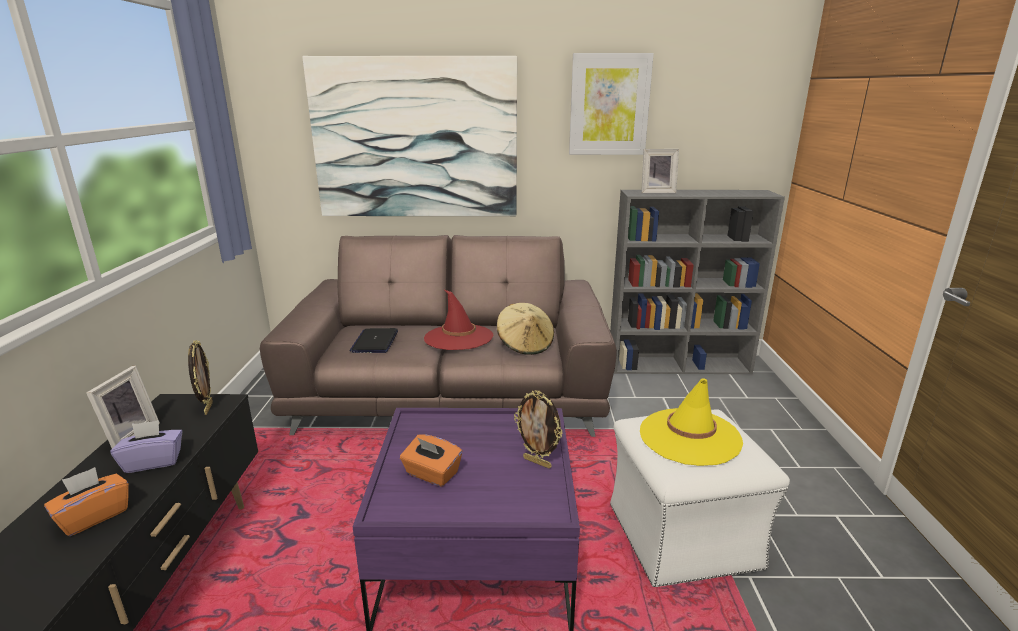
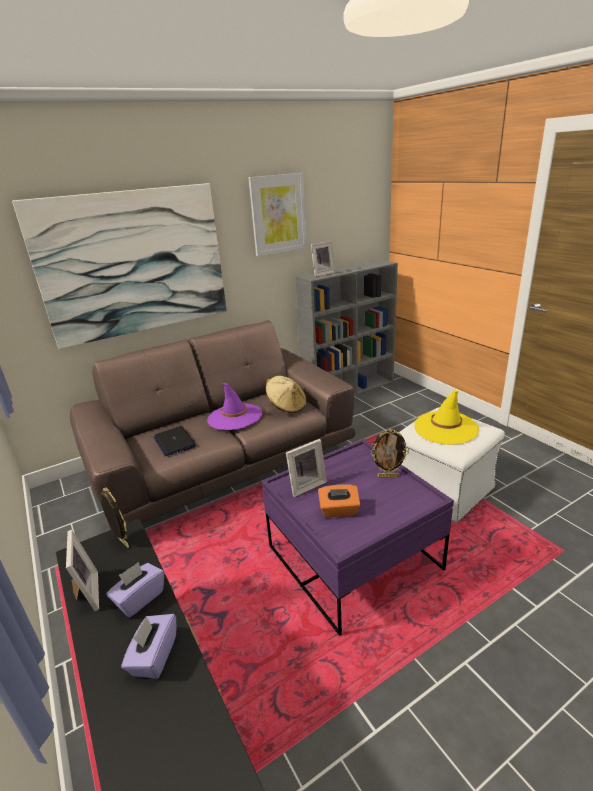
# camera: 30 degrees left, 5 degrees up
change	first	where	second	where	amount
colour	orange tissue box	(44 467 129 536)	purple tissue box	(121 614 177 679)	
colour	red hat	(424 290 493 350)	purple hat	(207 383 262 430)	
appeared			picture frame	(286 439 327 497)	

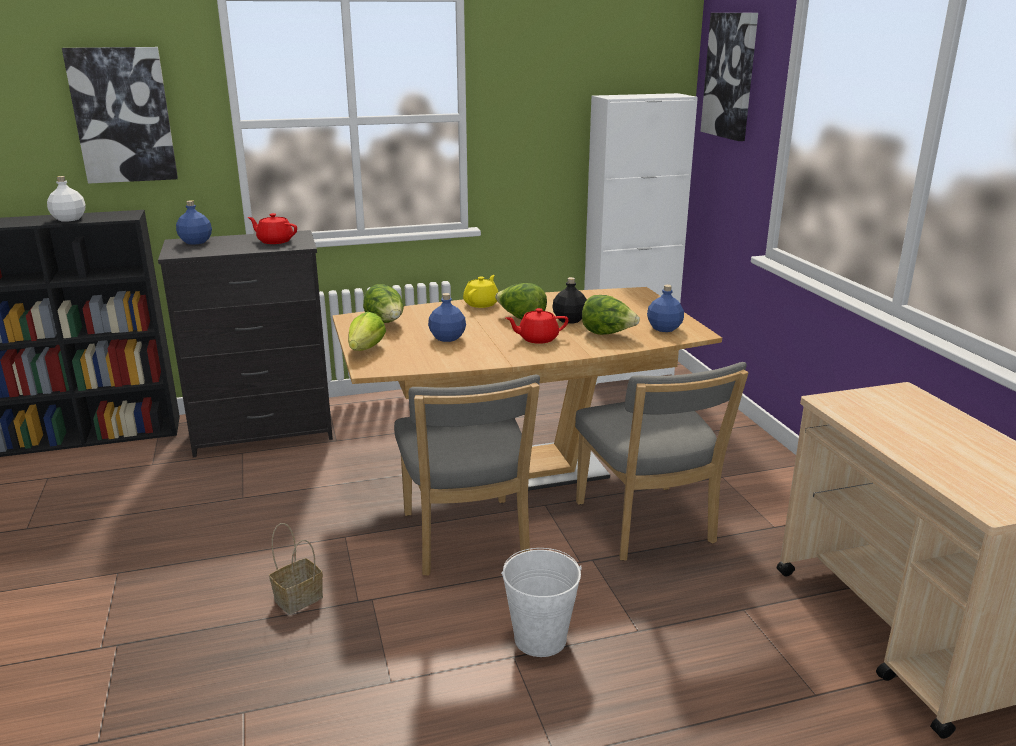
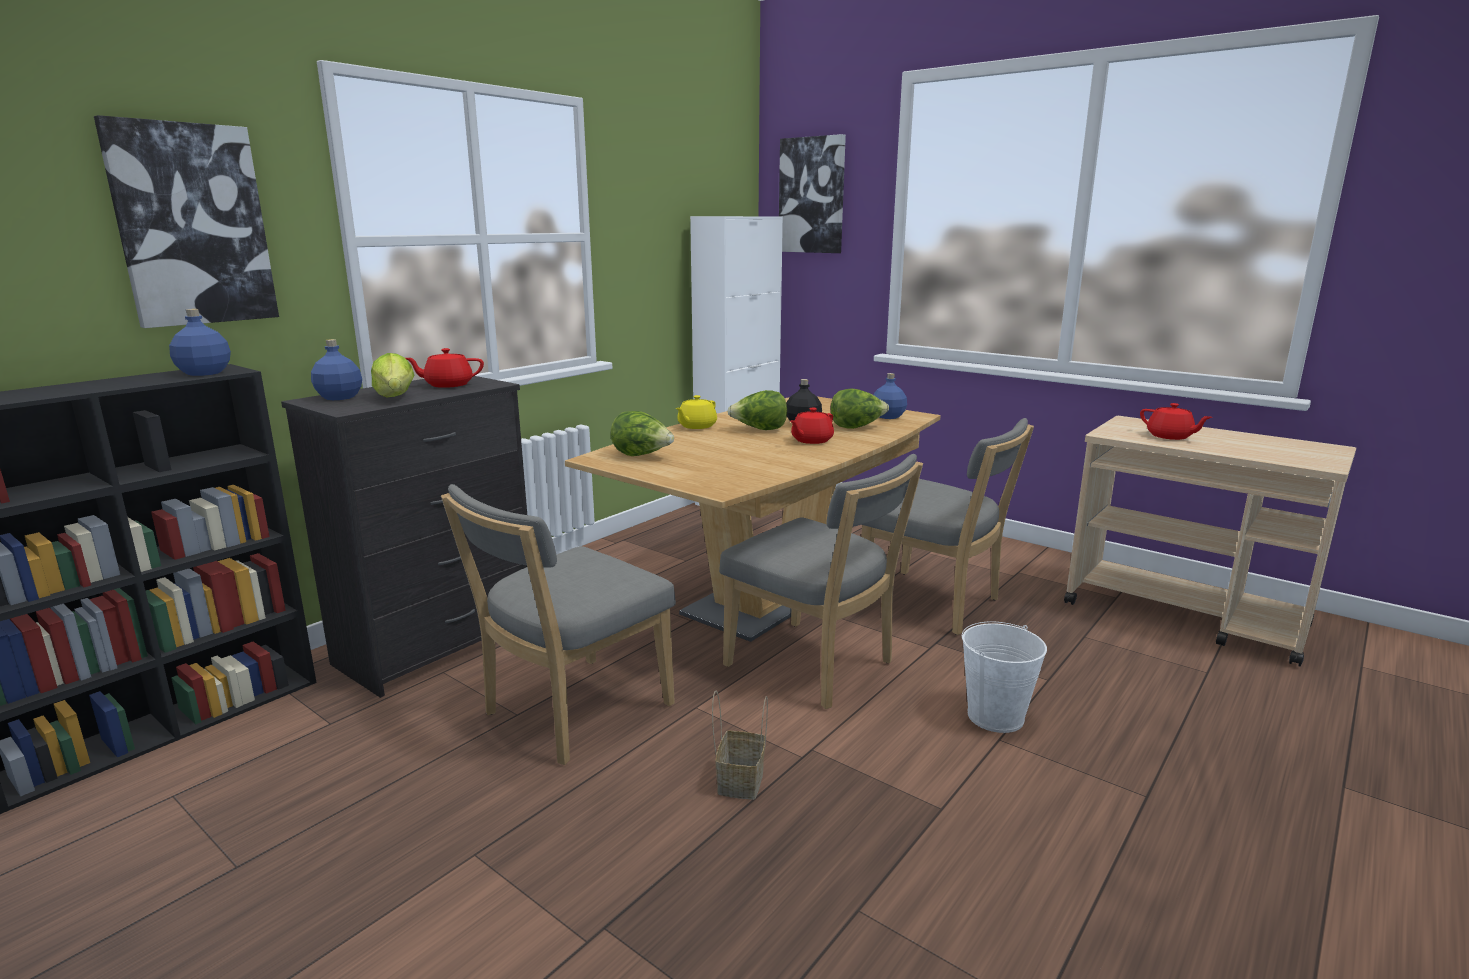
# camera: 35 degrees left, 5 degrees down
change	first	where	second	where	amount
missing	white bottle	(47 176 86 222)			
relocated	lettuce	(348 312 386 351)		(371 353 414 398)	
relocated	blue bottle	(428 293 466 342)		(169 309 231 376)	
spun	yellow teapot	(463 275 498 308)		(676 395 717 429)	135 degrees counterclockwise
appeared			grey chair	(441 484 676 765)	
appeared			red teapot	(1140 403 1212 440)	

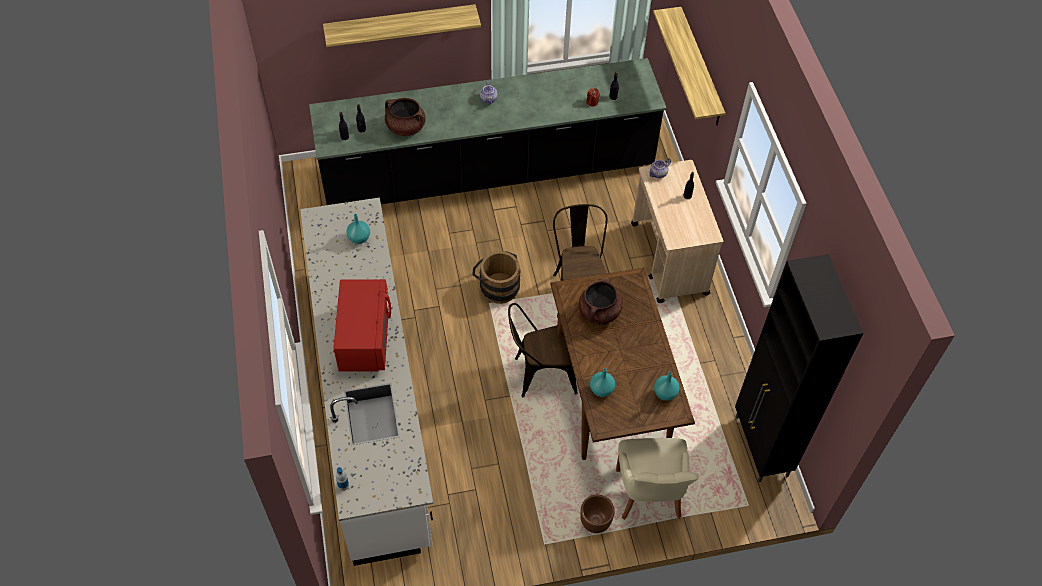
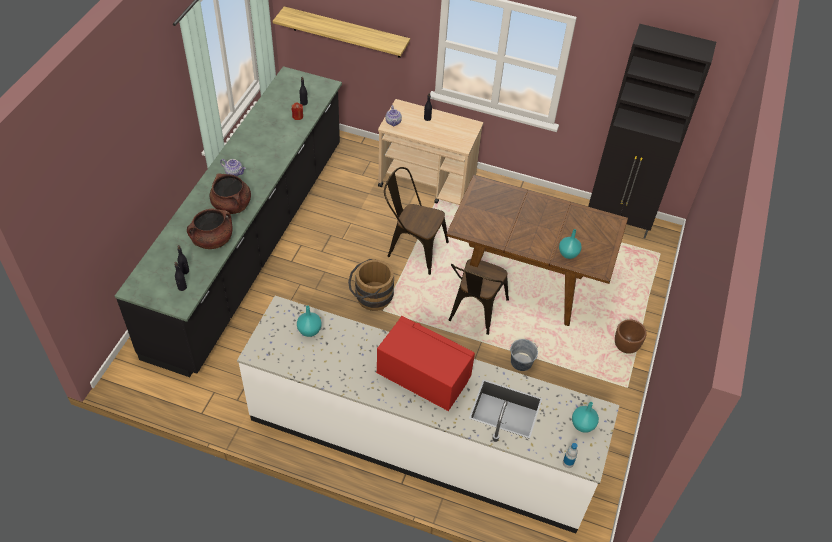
# camera: 60 degrees left, 5 degrees down
change	first	where	second	where	amount
missing	shelf	(323 4 481 47)			
relocated	brown cooking pot	(579 278 623 325)		(210 173 251 214)	
missing	beige chair	(616 438 698 520)			
relocated	turquoise vase	(654 372 680 401)		(572 402 599 433)	
appeared			grey bucket	(510 339 538 371)	

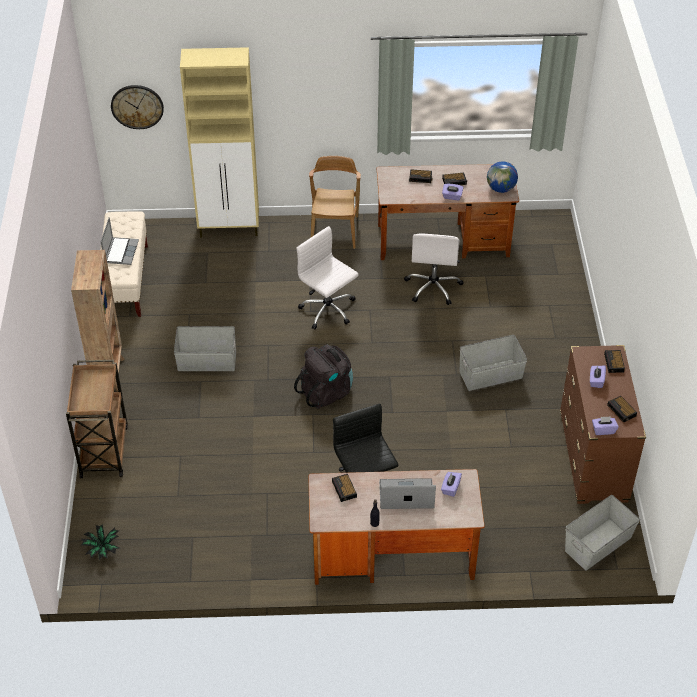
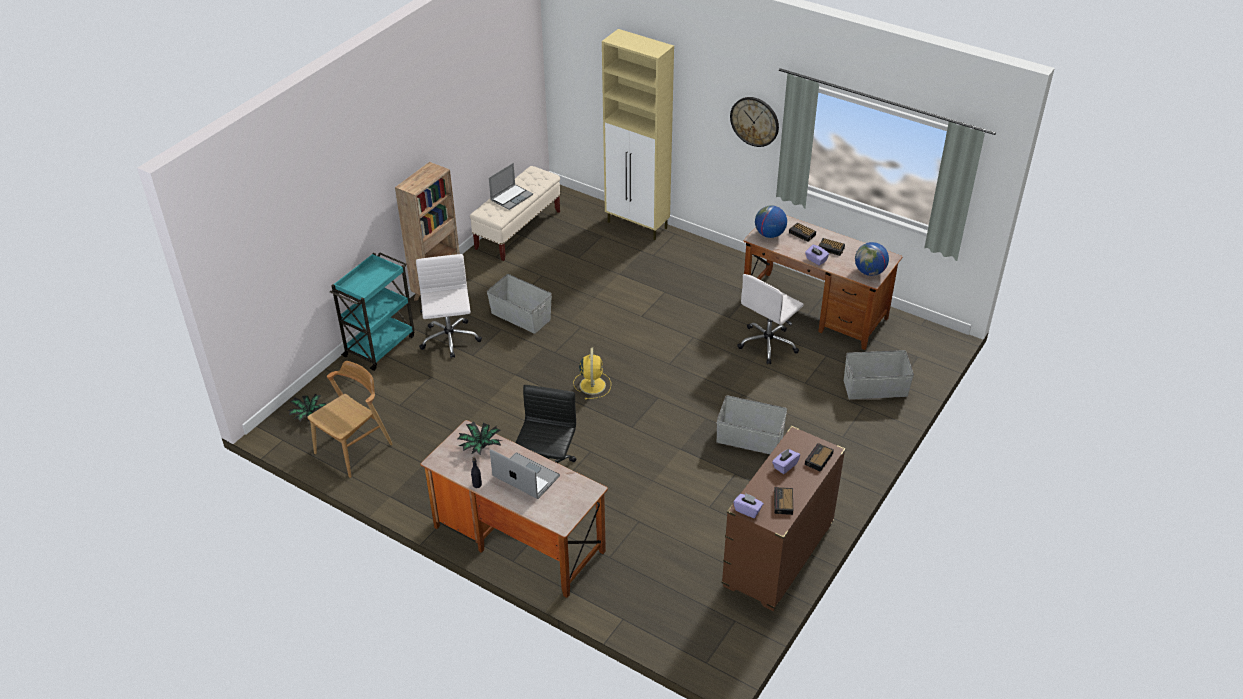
# camera: 35 degrees right, 5 degrees down
change	first	where	second	where	amount
colour	brown cart	(66 360 128 478)	turquoise cart	(330 252 415 371)	
relocated	wall clock	(111 85 164 129)		(730 97 779 147)	
exchanged	black backpack	(294 345 353 409)	yellow fan	(573 348 611 400)	
relocated	white office chair	(296 226 359 329)		(416 254 482 358)	
relocated	brown chair	(309 156 361 249)		(307 361 393 478)	
exchanged	alarm clock	(332 474 357 502)	potted plant	(458 421 503 455)	
missing	purple tissue box	(441 472 462 497)			
relocated	grey storage box	(565 495 640 571)		(844 350 914 399)	
appeared			globe	(755 205 787 238)	

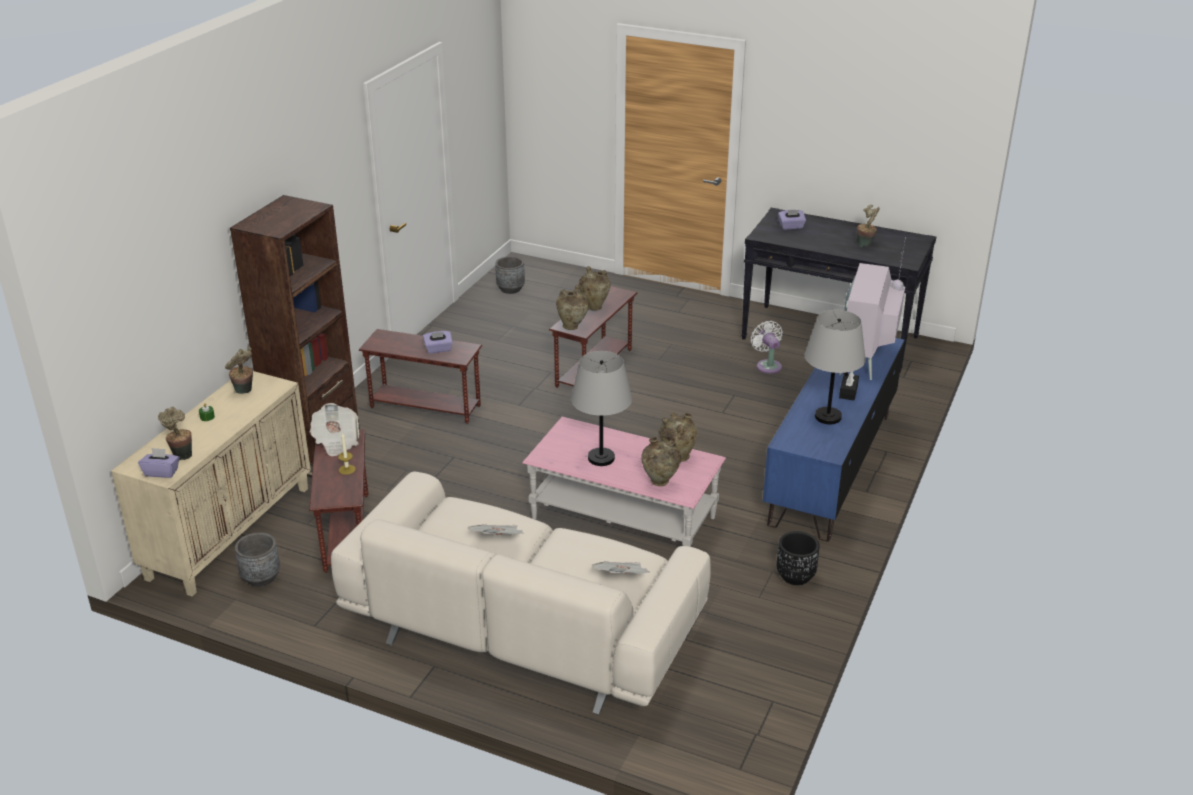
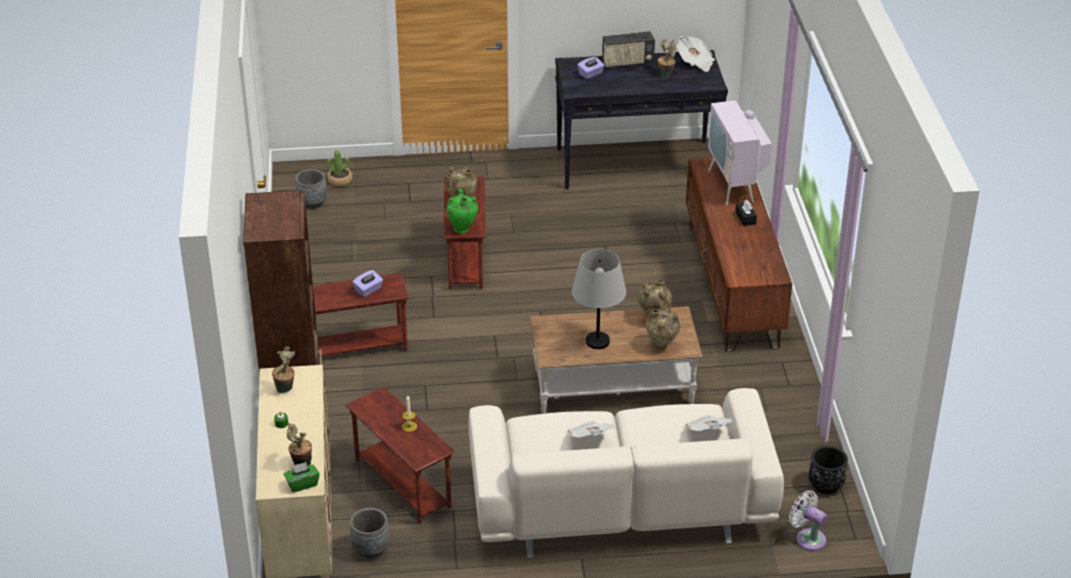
# camera: 30 degrees left, 5 degrees up
change	first	where	second	where	amount
colour	purple tissue box	(138 448 179 478)	green tissue box	(284 462 320 492)	
relocated	newspaper	(310 403 359 456)		(677 36 715 72)	
colour	pink coffee table	(522 417 726 547)	brown coffee table	(530 306 703 414)	
colour	beige vase	(556 285 589 330)	green vase	(446 189 478 233)	
relocated	white fan	(751 321 783 374)		(789 490 827 551)	
colour	blue tv stand	(763 338 905 541)	brown tv stand	(686 158 792 352)	
relocated	black planter	(776 531 820 585)		(809 445 848 494)	
missing	grey table lamp	(805 310 866 424)			
appeared			potted plant	(327 150 352 187)	
appeared			radio	(602 31 655 68)	

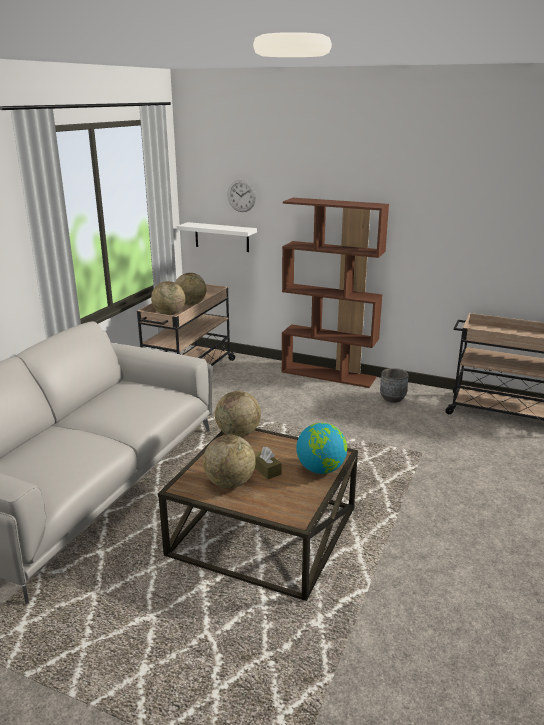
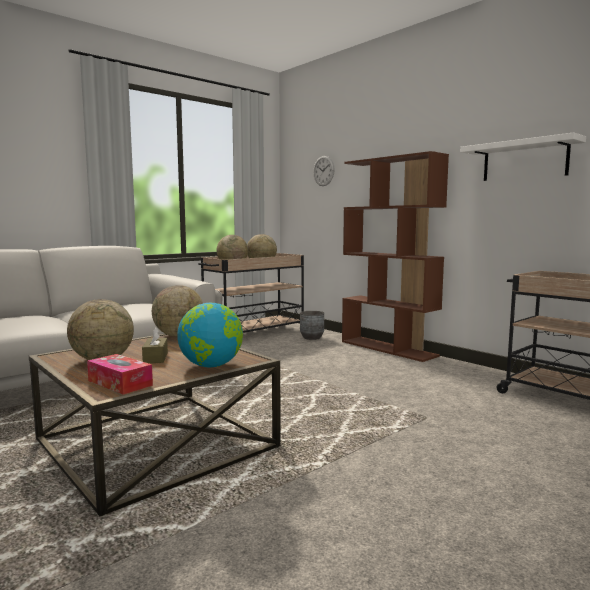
# camera: 25 degrees right, 15 degrees down
change	first	where	second	where	amount
relocated	white shelf	(177 222 257 252)		(460 133 586 181)	
relocated	grey planter	(380 368 408 403)		(300 311 324 340)	
appeared			tissue box	(87 354 153 395)	

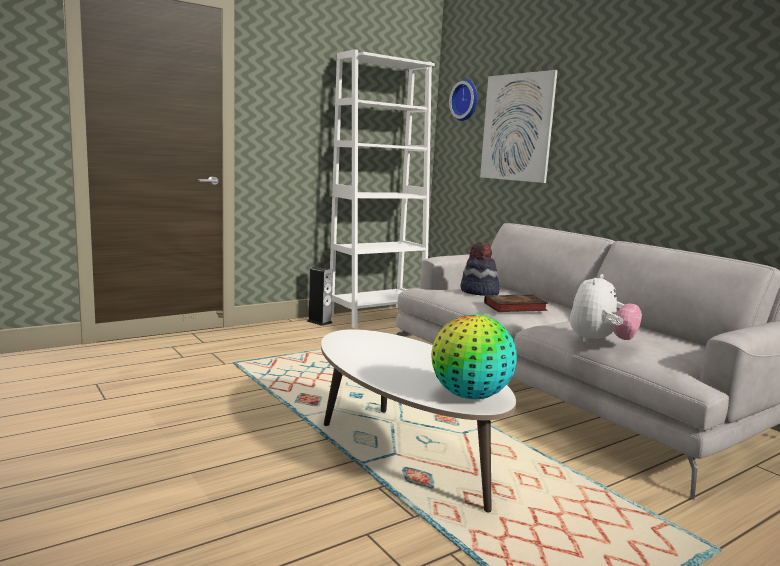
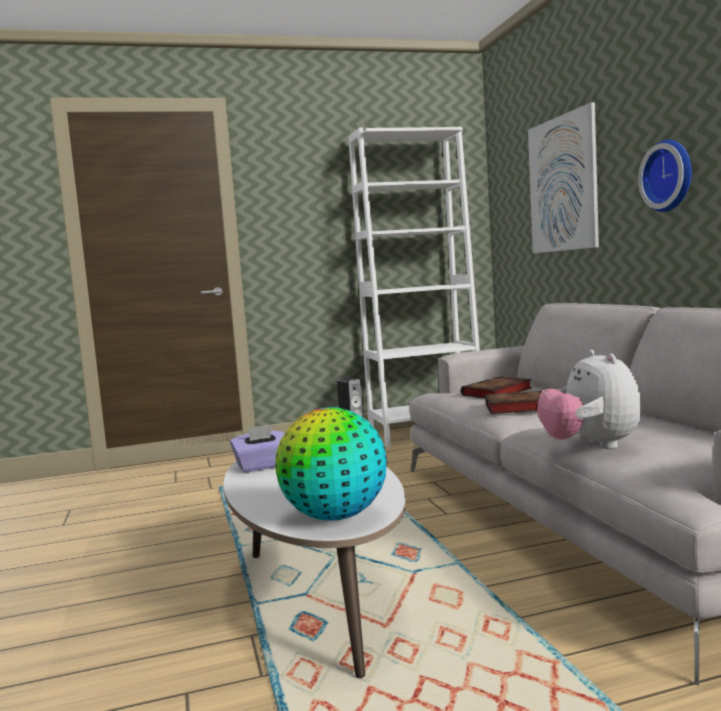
# camera: 20 degrees right, 5 degrees down
change	first	where	second	where	amount
relocated	wall clock	(449 79 478 121)		(638 140 692 212)	
exchanged	hat	(460 242 500 296)	book	(461 376 532 398)	
spun	plush toy	(570 274 642 344)		(537 350 642 449)	120 degrees clockwise
appeared			purple tissue box	(230 425 284 472)	

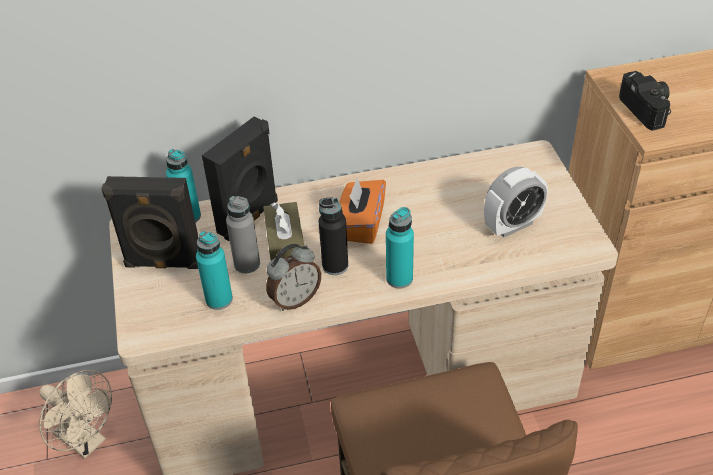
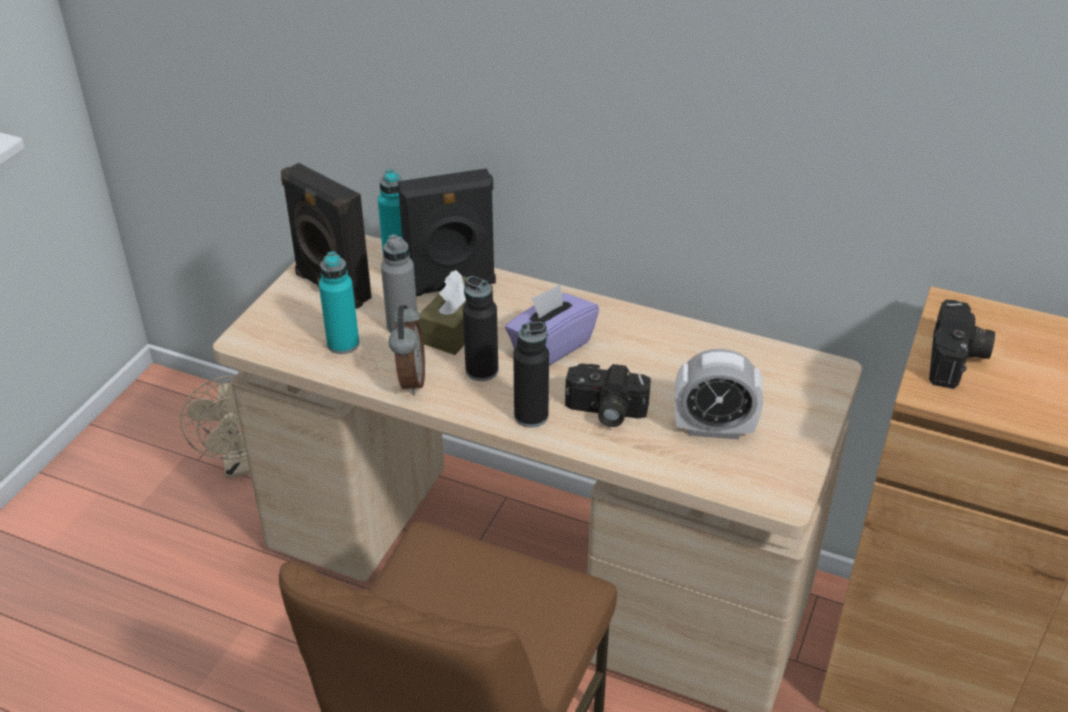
# camera: 35 degrees right, 5 degrees down
change	first	where	second	where	amount
spun	alarm clock	(266 244 321 311)		(389 305 425 395)	90 degrees counterclockwise
colour	orange tissue box	(339 178 386 244)	purple tissue box	(505 284 599 366)	
colour	turquoise bottle	(386 207 414 288)	black bottle	(513 321 549 428)	
appeared			photo camera	(565 364 651 427)	

